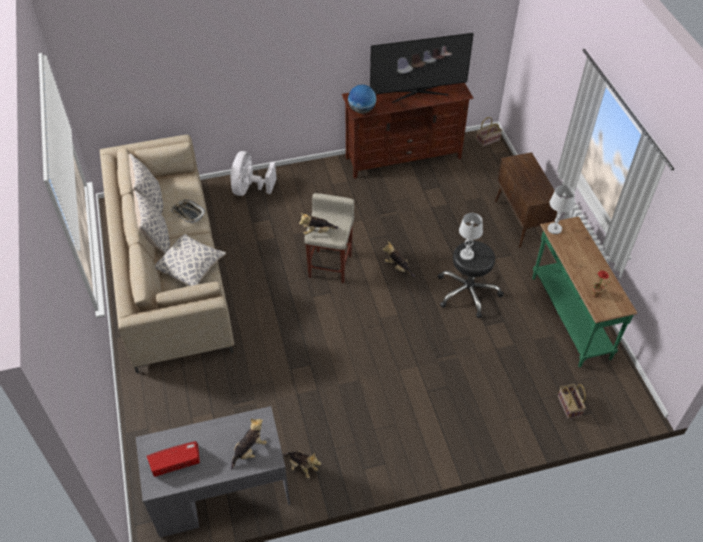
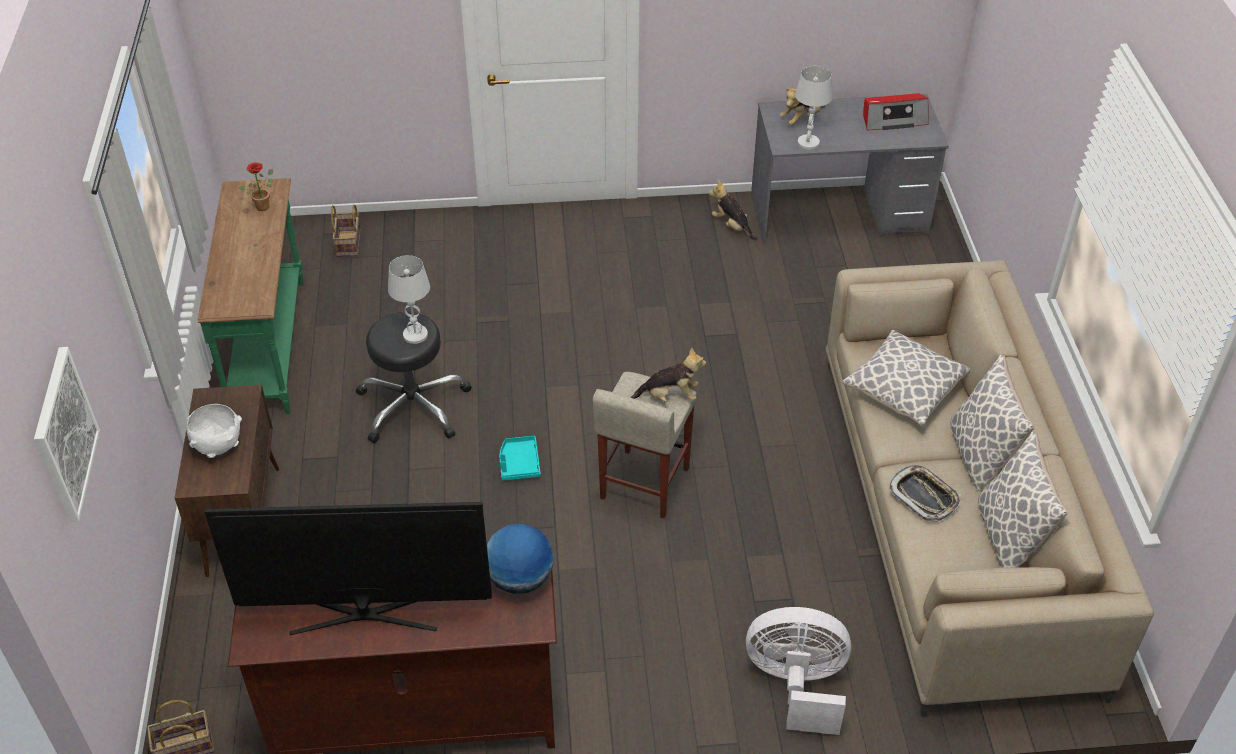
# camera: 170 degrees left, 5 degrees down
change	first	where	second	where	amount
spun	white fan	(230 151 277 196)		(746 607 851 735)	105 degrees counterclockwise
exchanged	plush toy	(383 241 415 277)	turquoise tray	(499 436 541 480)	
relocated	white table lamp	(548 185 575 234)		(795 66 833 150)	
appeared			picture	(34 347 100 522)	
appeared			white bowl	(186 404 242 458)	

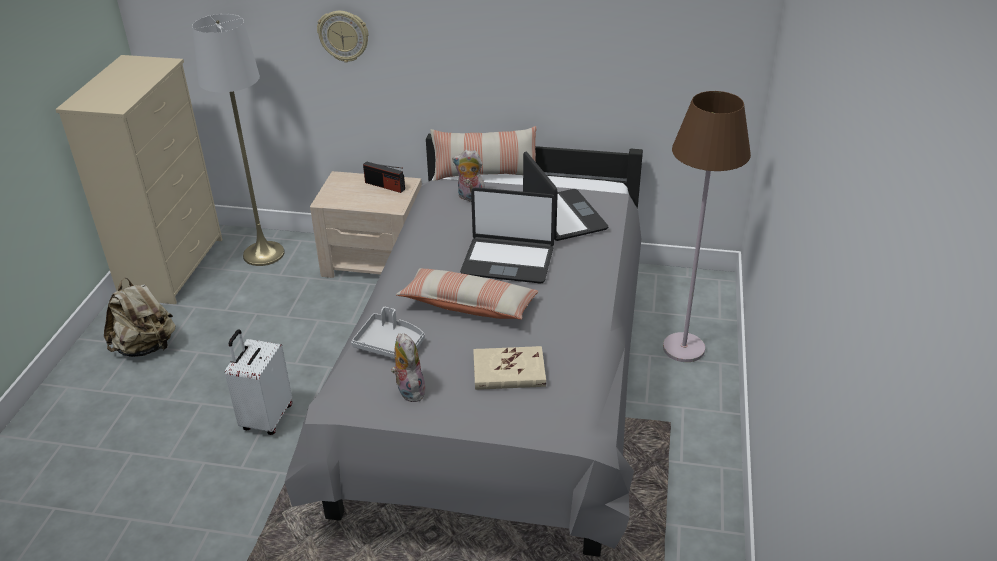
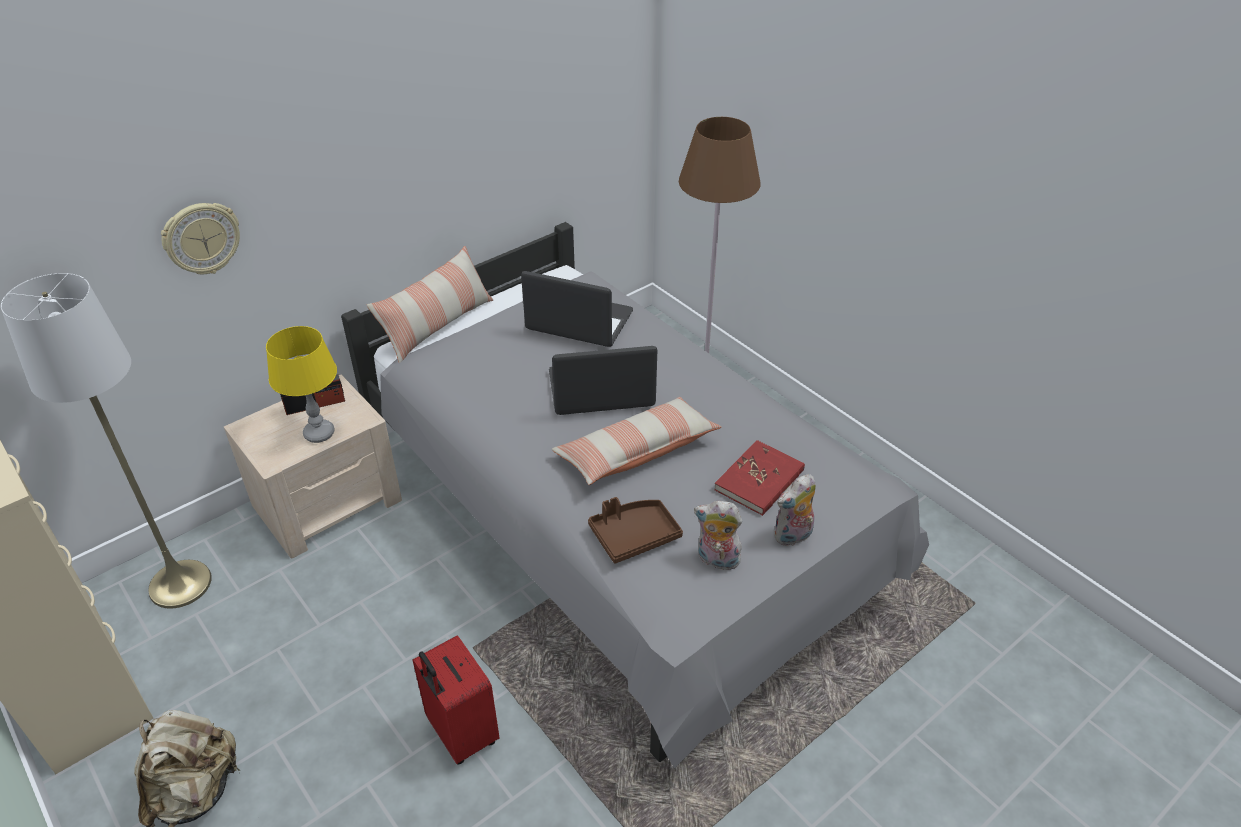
# camera: 50 degrees left, 5 degrees up
change	first	where	second	where	amount
colour	white suitcase	(225 329 292 435)	red suitcase	(413 635 500 764)	
colour	grey tray	(351 307 425 359)	brown tray	(588 497 683 564)	
relocated	plush toy	(452 150 485 202)		(774 474 816 547)	
spun	laptop	(460 187 555 284)		(549 346 657 415)	150 degrees counterclockwise
colour	beige book	(473 346 546 390)	red book	(714 440 805 516)	
appeared			yellow table lamp	(266 326 337 443)	

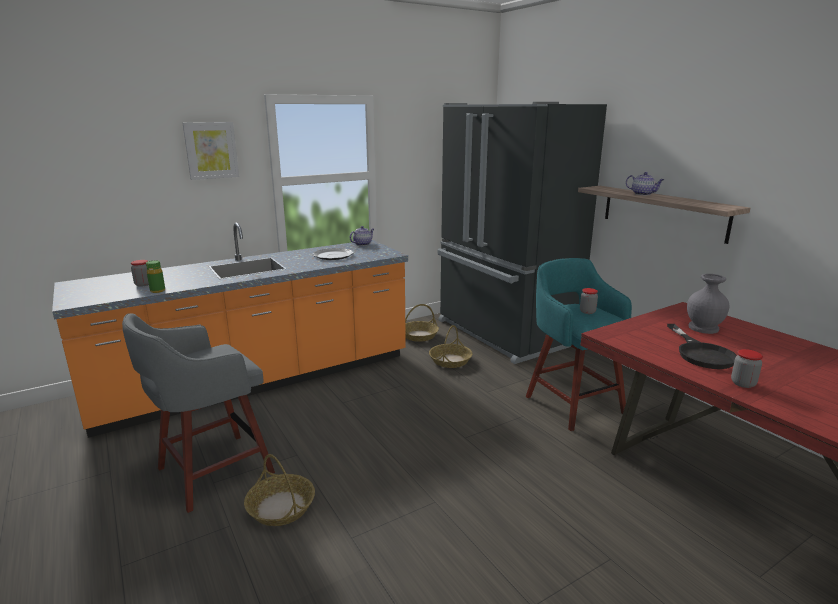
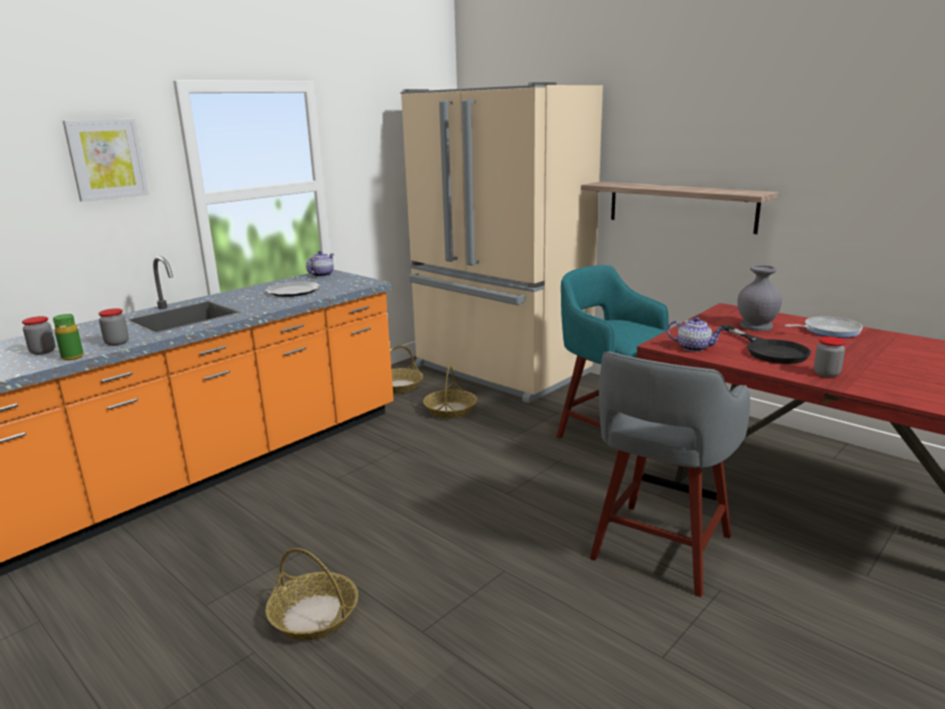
# camera: 15 degrees left, 0 degrees up
change	first	where	second	where	amount
relocated	grey stool	(122 313 275 513)		(590 351 750 597)	
colour	black fridge	(438 102 607 364)	beige fridge	(401 82 603 403)	
relocated	jar	(580 288 598 314)		(98 308 129 346)	
relocated	teapot	(626 172 664 195)		(667 317 725 352)	
appeared			frying pan	(784 317 863 338)	

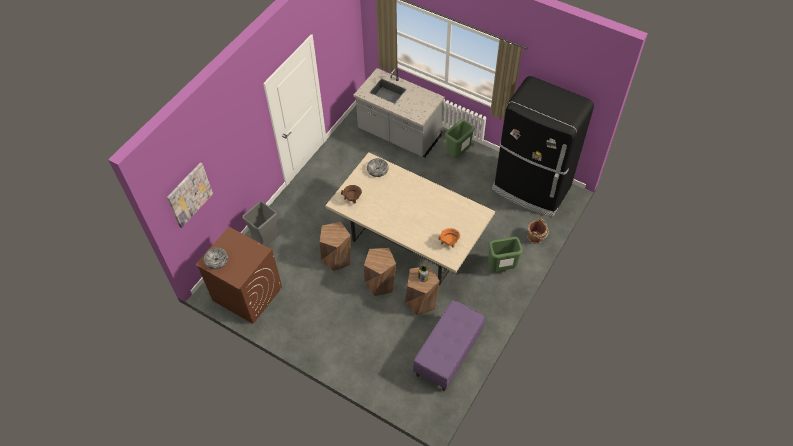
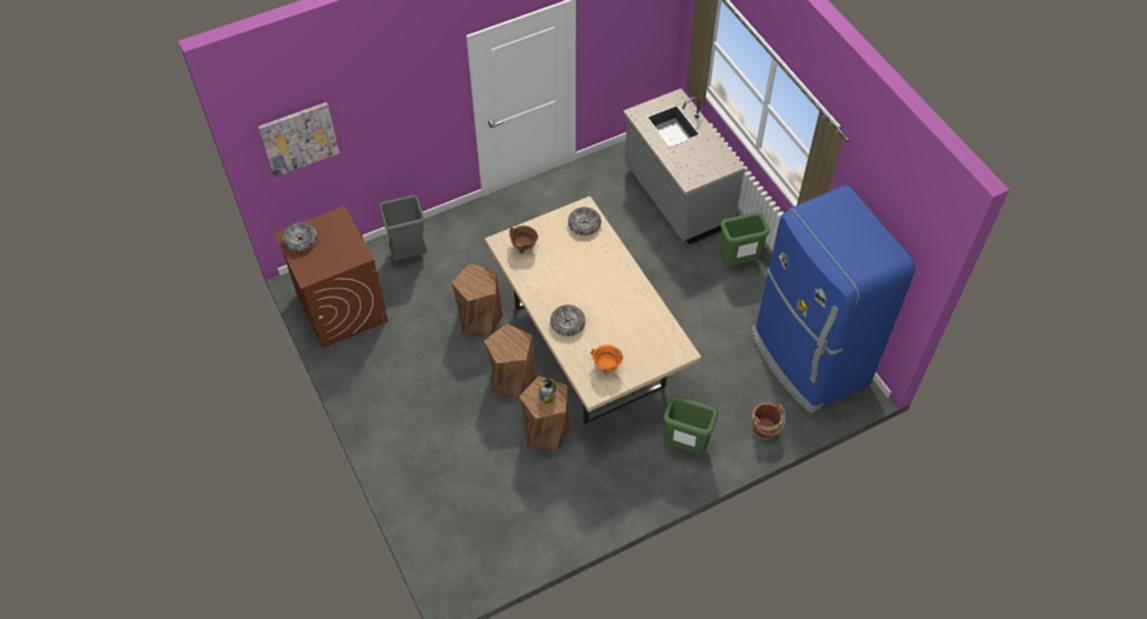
# camera: 30 degrees right, 0 degrees up
change	first	where	second	where	amount
missing	purple bench	(413 300 485 391)			
colour	black fridge	(492 76 594 217)	blue fridge	(751 185 915 413)	
appeared			bowl	(550 305 585 336)	

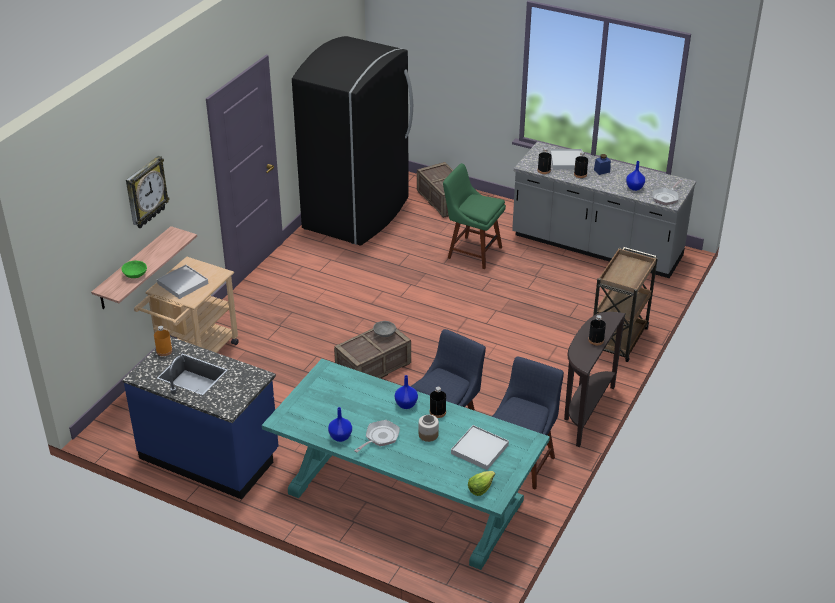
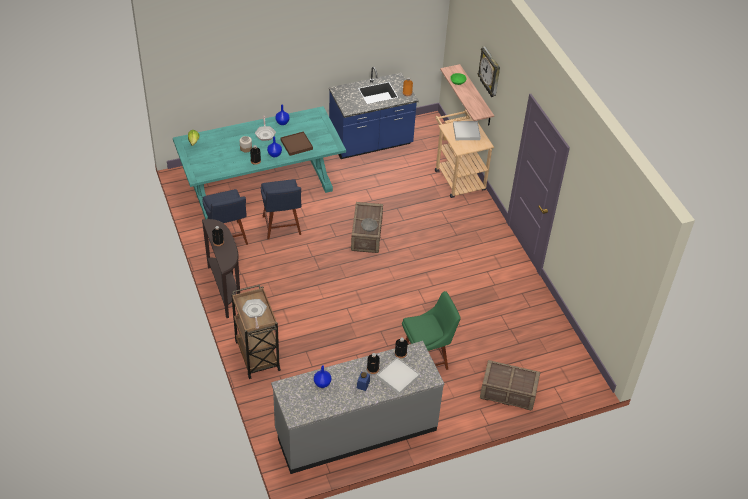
# camera: 130 degrees right, 10 degrees up
change	first	where	second	where	amount
missing	black fridge	(292 36 413 246)			
missing	white tray	(451 425 509 470)			
relocated	frying pan	(652 179 682 205)		(242 299 267 329)	
appeared			brown tray	(281 131 313 156)	

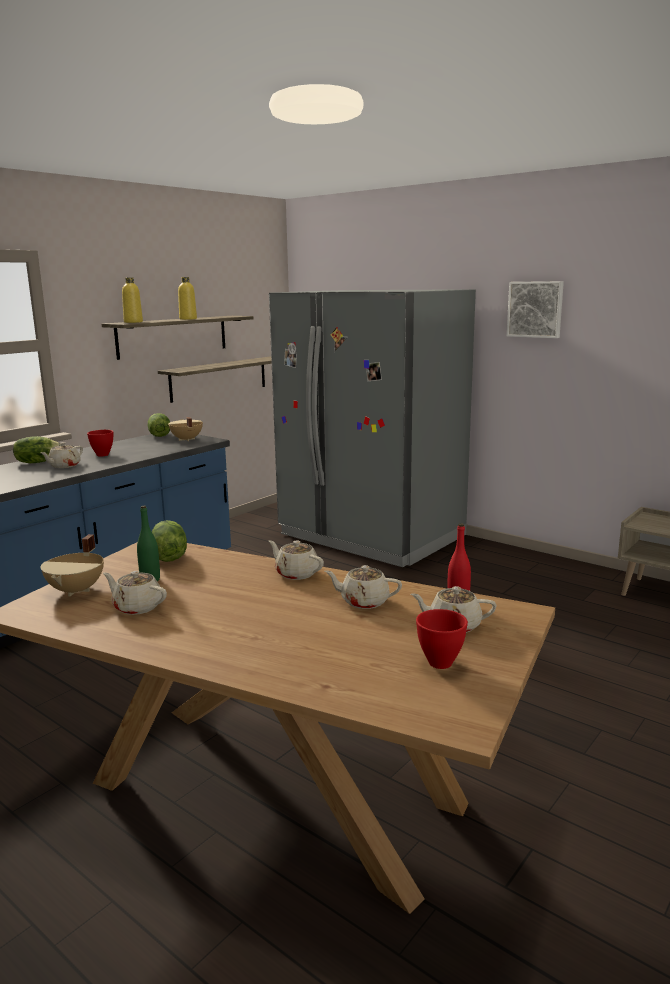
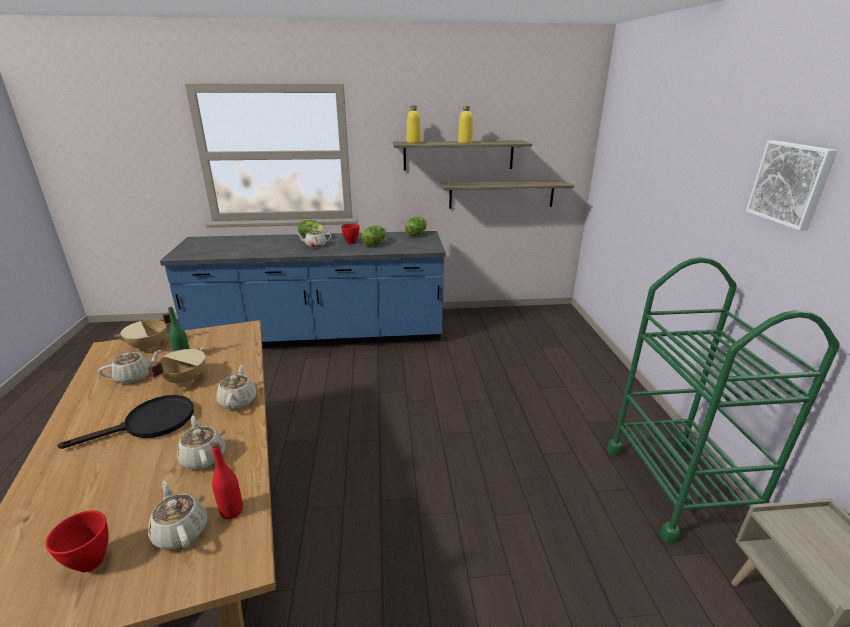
# camera: 45 degrees right, 10 degrees up
change	first	where	second	where	amount
spun	beige teapot	(103 571 167 615)		(98 350 161 384)	75 degrees clockwise
relocated	lettuce	(152 520 187 562)		(362 226 386 246)	
relocated	beige cooking pot	(168 417 203 441)		(148 347 205 386)	
missing	grey fridge	(269 289 476 567)			
appeared			black frying pan	(57 395 194 449)	
appeared			green cart	(607 257 840 544)	

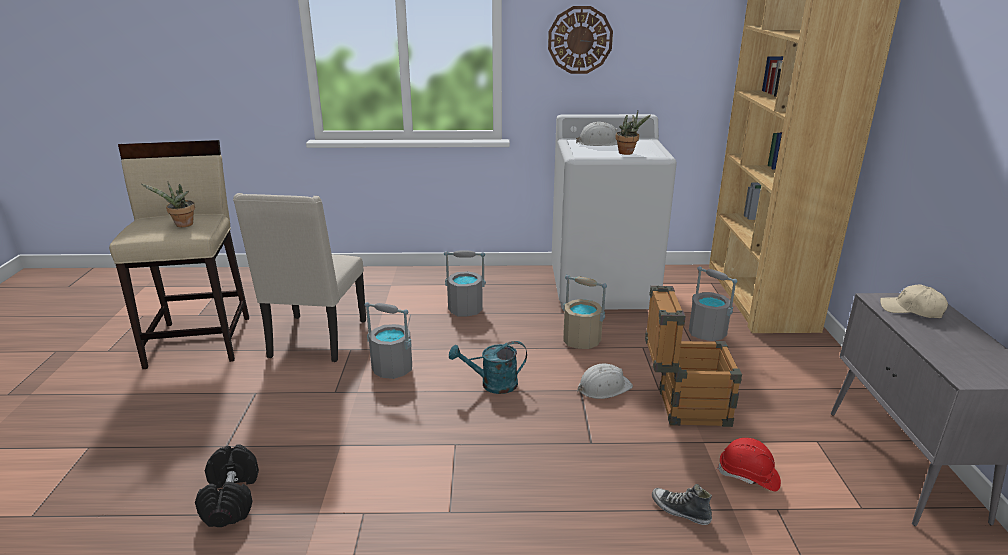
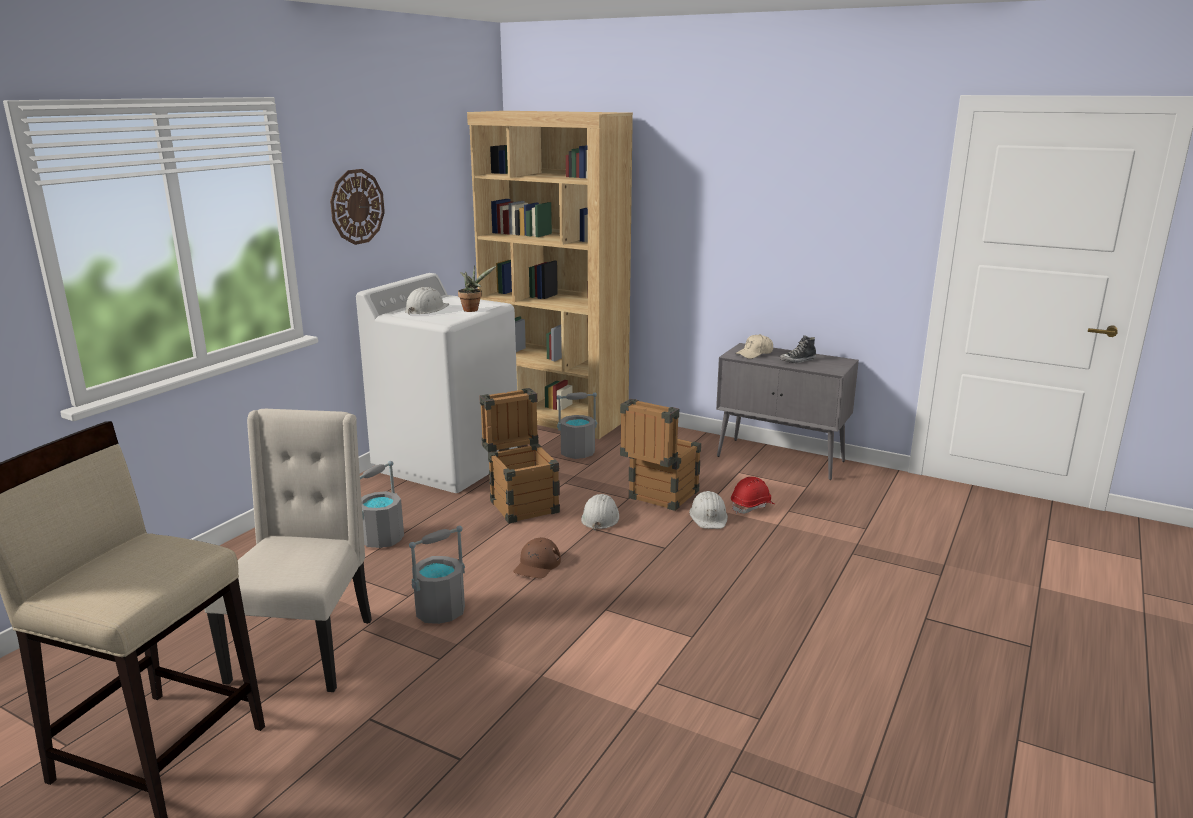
# camera: 60 degrees left, 5 degrees down
change	first	where	second	where	amount
missing	potted plant	(141 182 195 227)			
missing	black dumbbell	(195 445 259 527)			
spun	beige chair	(233 193 366 362)		(205 409 372 692)	120 degrees counterclockwise
exchanged	turquoise watering can	(449 341 527 394)	brown cap	(513 538 561 578)	
exchanged	beige bucket	(563 275 607 349)	crate	(479 388 560 523)	
relocated	shoe	(652 484 712 525)		(780 335 816 363)	
appeared			white hard hat	(689 491 728 529)	

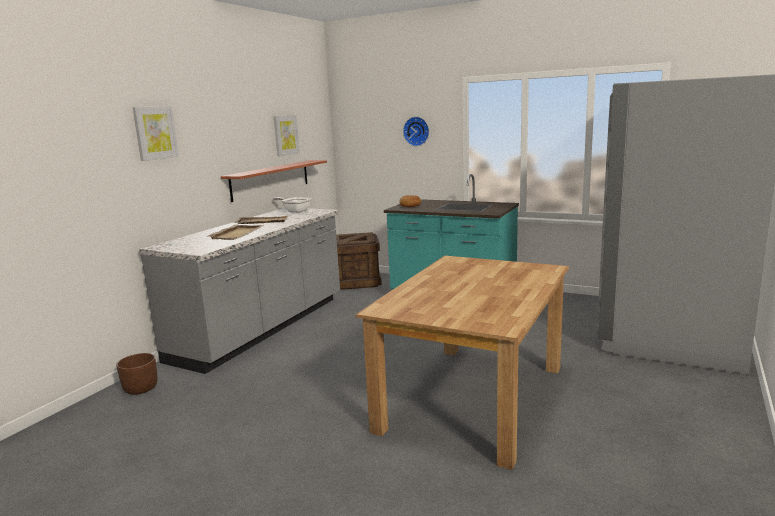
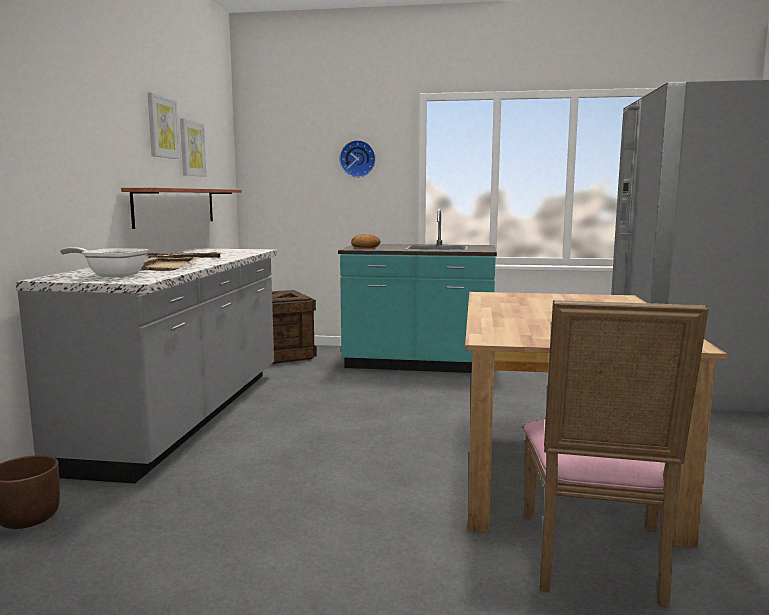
# camera: 20 degrees left, 5 degrees down
change	first	where	second	where	amount
relocated	picture	(133 106 179 161)		(148 92 180 159)	
relocated	frying pan	(273 197 312 213)		(60 247 148 278)	
appeared			pink chair	(523 300 709 608)	

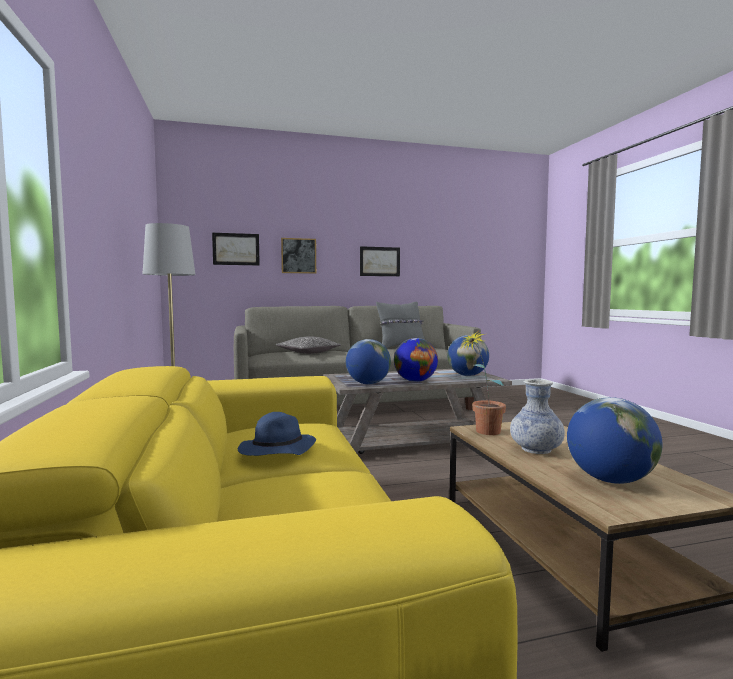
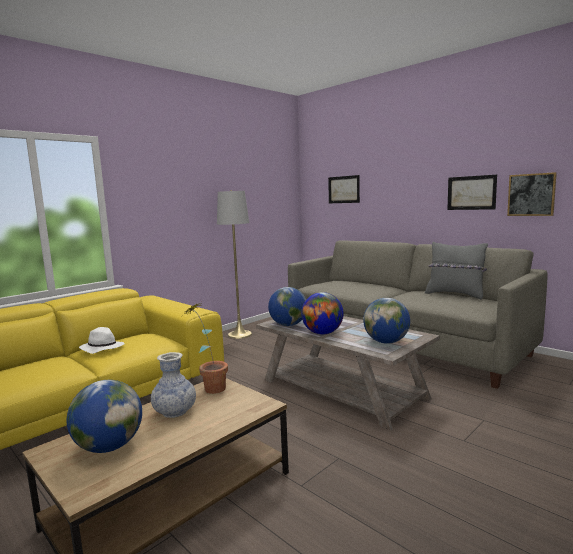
# camera: 60 degrees right, 5 degrees up
change	first	where	second	where	amount
colour	blue hat	(238 412 316 456)	white hat	(79 327 125 354)	
missing	pillow	(276 336 341 354)			
relocated	picture	(281 238 316 274)		(507 172 557 216)	

